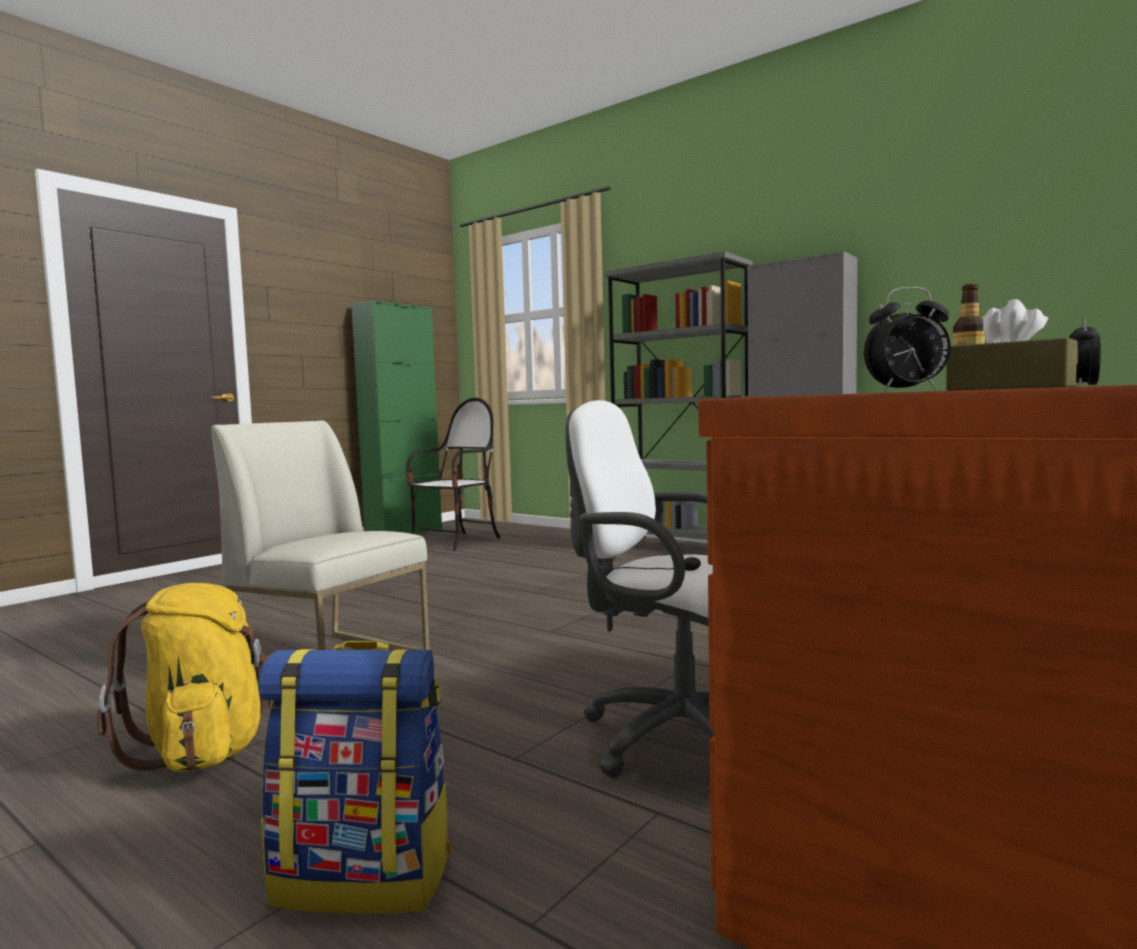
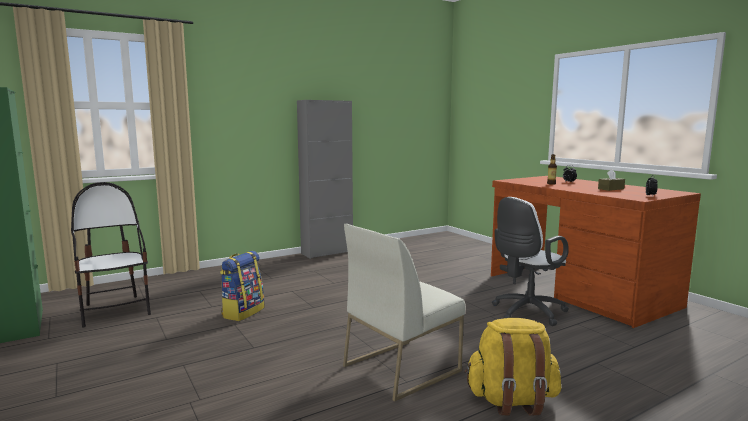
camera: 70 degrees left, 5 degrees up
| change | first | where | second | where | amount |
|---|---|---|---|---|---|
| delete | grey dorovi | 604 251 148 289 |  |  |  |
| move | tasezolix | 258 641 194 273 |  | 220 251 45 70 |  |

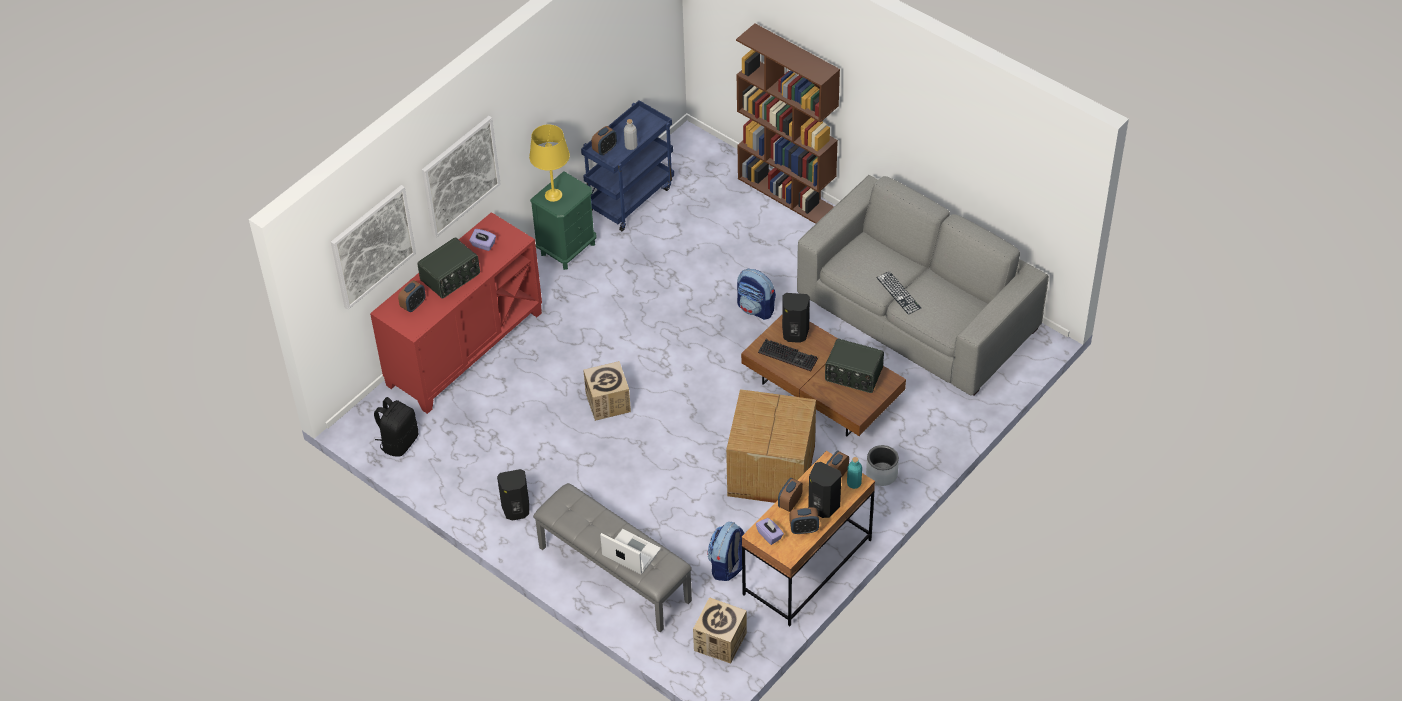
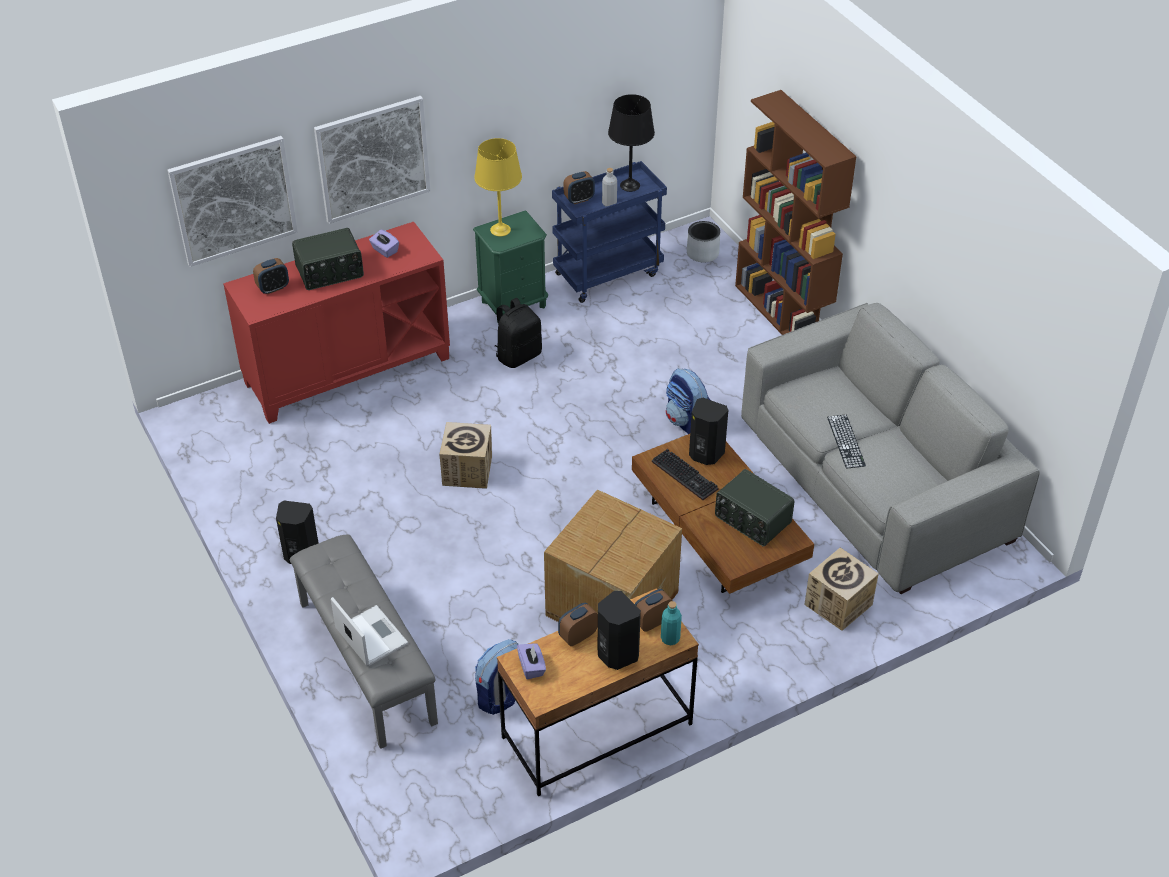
camera: 20 degrees right, 5 degrees down
| change | first | where | second | where | amount |
|---|---|---|---|---|---|
| move | black tasezolix | 374 397 44 60 |  | 495 298 47 70 |  |
| move | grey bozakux | 866 445 33 41 |  | 687 221 33 41 |  |
| delete | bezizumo | 789 507 30 27 |  |  |  |
| move | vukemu | 693 597 54 67 |  | 804 548 75 83 |  |
| insert |  |  | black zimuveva | 608 94 47 98 |  |

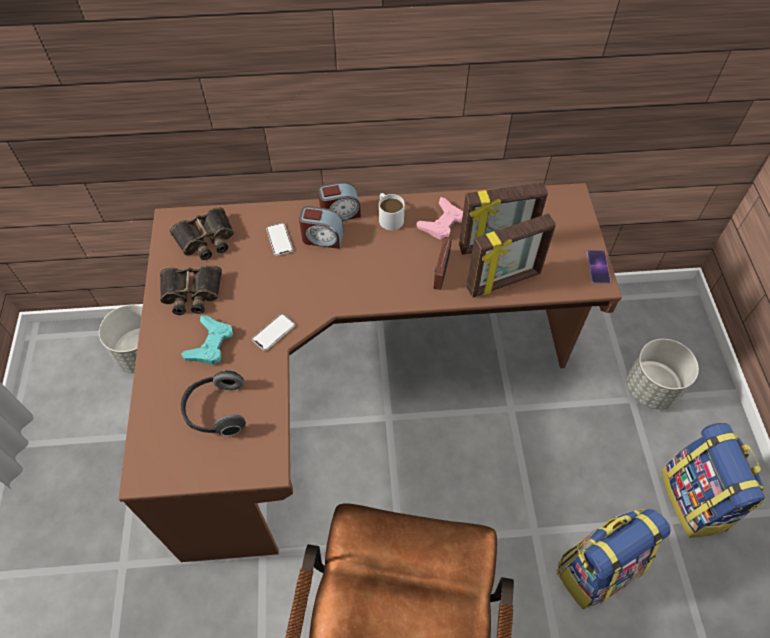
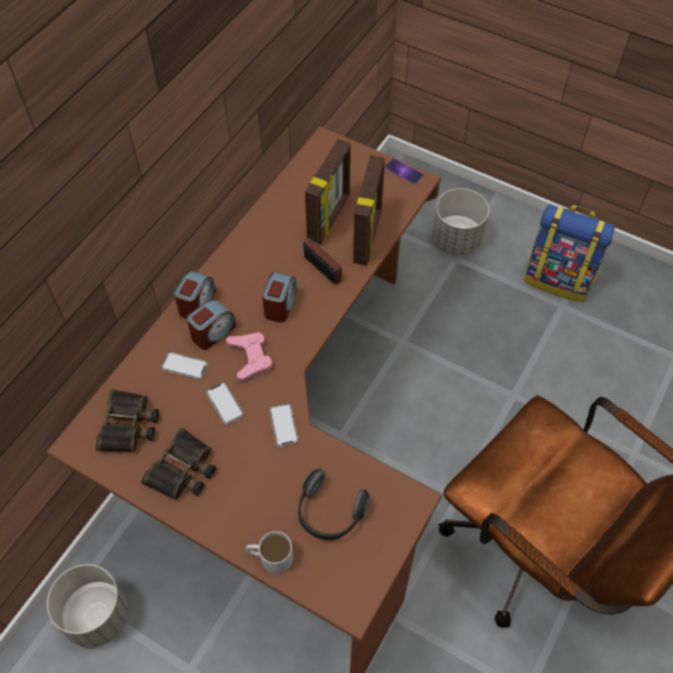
camera: 55 degrees left, 0 degrees up
| change | first | where | second | where | amount |
|---|---|---|---|---|---|
| move | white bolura | 379 193 26 37 |  | 246 531 47 43 |  |
| move | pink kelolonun | 417 197 46 43 |  | 226 332 46 49 |  |
| delete | turquoise kelolonun | 181 315 52 50 |  |  |  |
| delete | tasezolix | 557 509 113 101 |  |  |  |
| insert |  |  | bezizumo | 262 272 35 50 |  |
| insert |  |  | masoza | 206 382 38 42 |  |

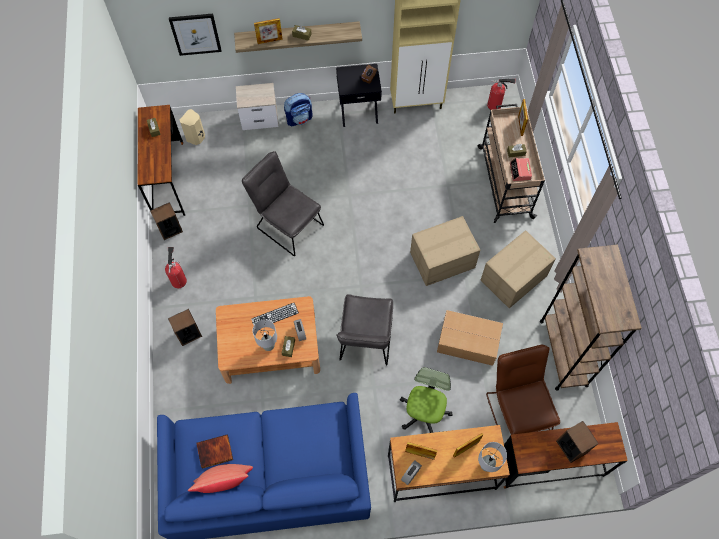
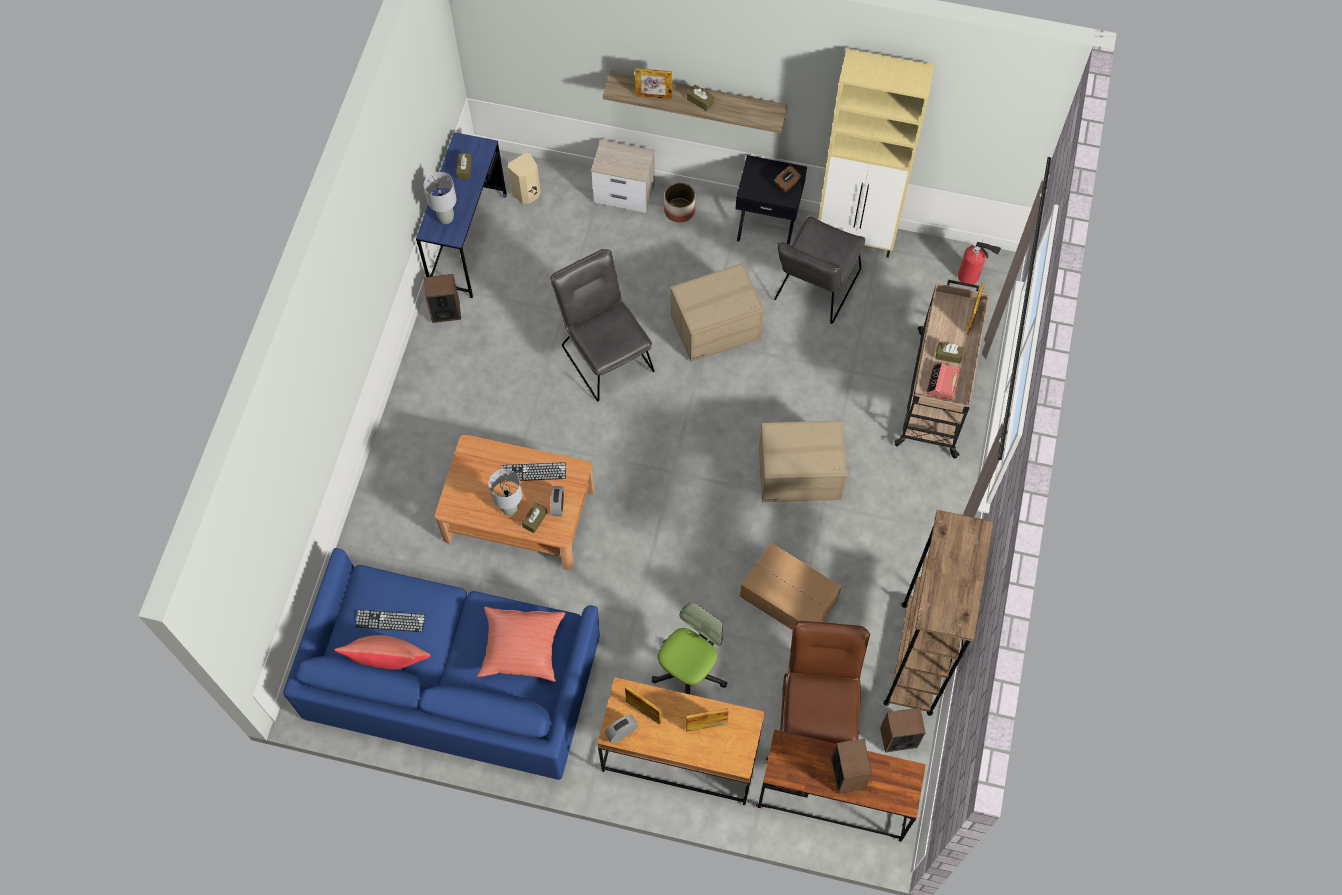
camera: 20 degrees right, 0 degrees up
| change | first | where | second | where | amount |
|---|---|---|---|---|---|
| delete | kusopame | 169 14 53 42 |  |  |  |
| replace | tasezolix | 284 93 29 33 | bozakux | 664 182 31 41 |  |
| recolor | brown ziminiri | 138 105 47 111 | blue ziminiri | 416 132 91 166 |  |
| move | vukemu | 481 230 75 78 |  | 670 263 94 99 |  |
| delete | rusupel | 165 247 22 41 |  |  |  |
| move | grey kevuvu | 336 294 57 71 |  | 774 215 91 109 |  |
| move | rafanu | 168 309 34 37 |  | 880 708 46 44 |  |
| replace | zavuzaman | 196 435 37 34 | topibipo | 355 610 70 22 |  |
| move | grey zimuveva | 478 442 29 30 |  | 424 172 33 52 |  |
| insert |  |  | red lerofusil | 477 606 88 76 |  |

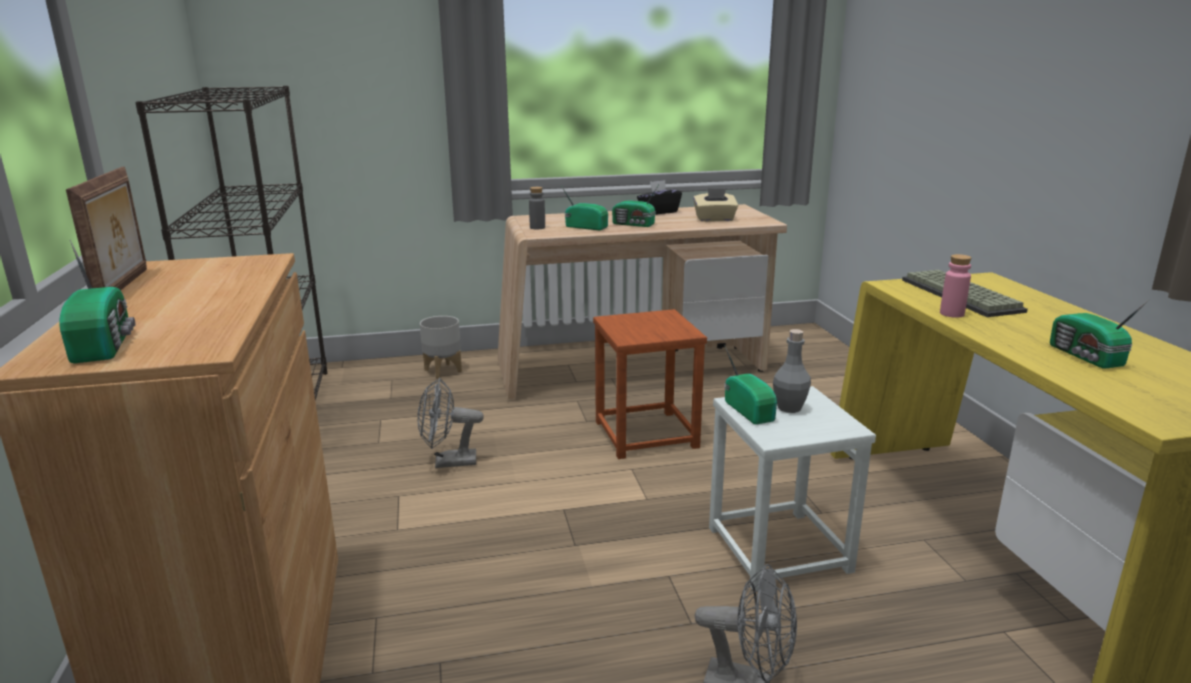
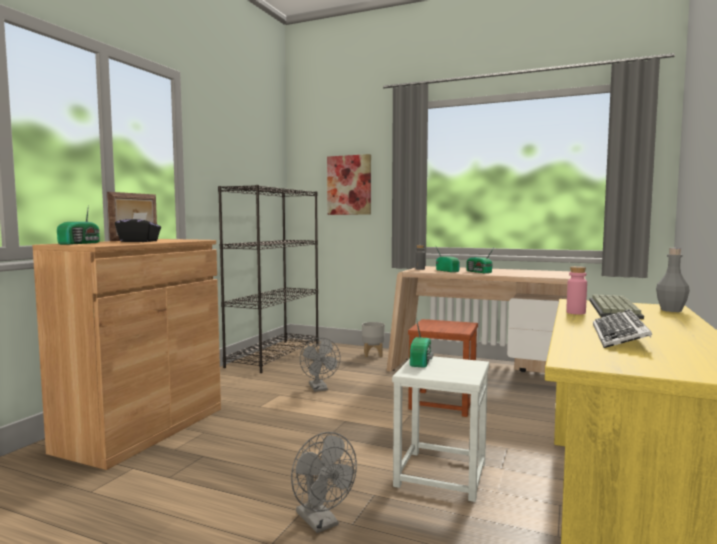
camera: 35 degrees right, 15 degrees down
| change | first | where | second | where | amount |
|---|---|---|---|---|---|
| move | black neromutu | 637 180 45 35 |  | 115 212 46 30 |  |
| delete | beige neromutu | 693 188 45 34 |  |  |  |
| replace | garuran | 1050 300 99 69 | topibipo | 593 309 59 39 |  |
| move | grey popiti | 773 329 38 84 |  | 656 248 34 64 |  |
| rotate | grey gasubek | 417 377 67 91 |  | 300 338 40 54 | 135 degrees counterclockwise |
| insert |  |  | kusopame | 327 154 44 61 |  |

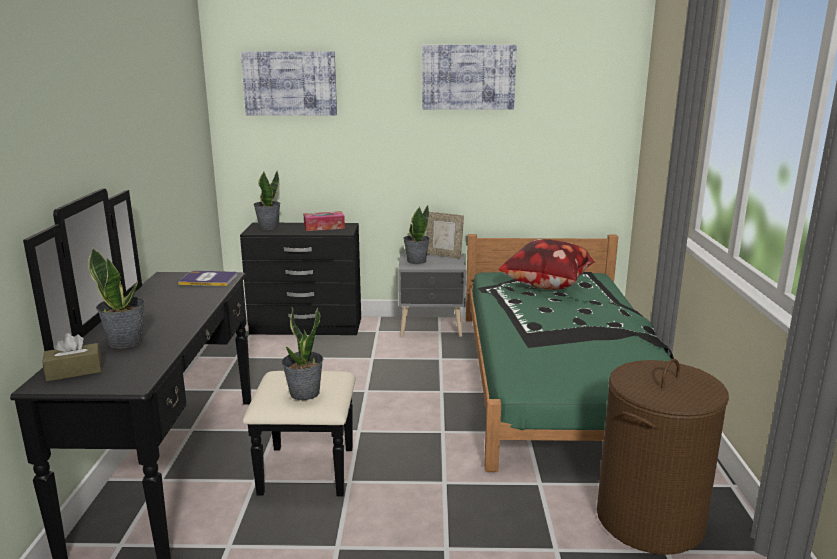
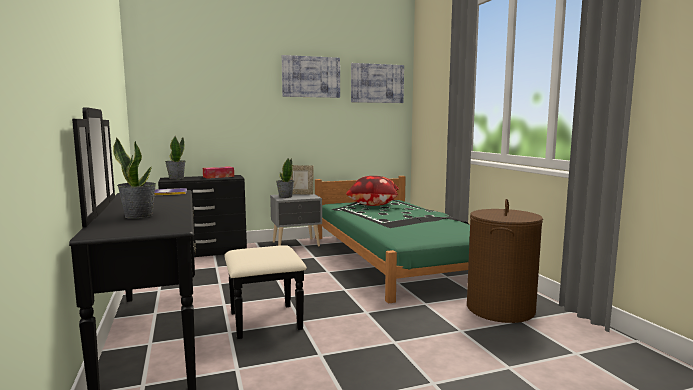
camera: 20 degrees left, 10 degrees down
| change | first | where | second | where | amount |
|---|---|---|---|---|---|
| move | kusopame | 241 51 96 65 |  | 351 63 53 40 |  |
| delete | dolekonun | 282 307 41 93 |  |  |  |
| delete | brown neromutu | 42 333 59 48 |  |  |  |

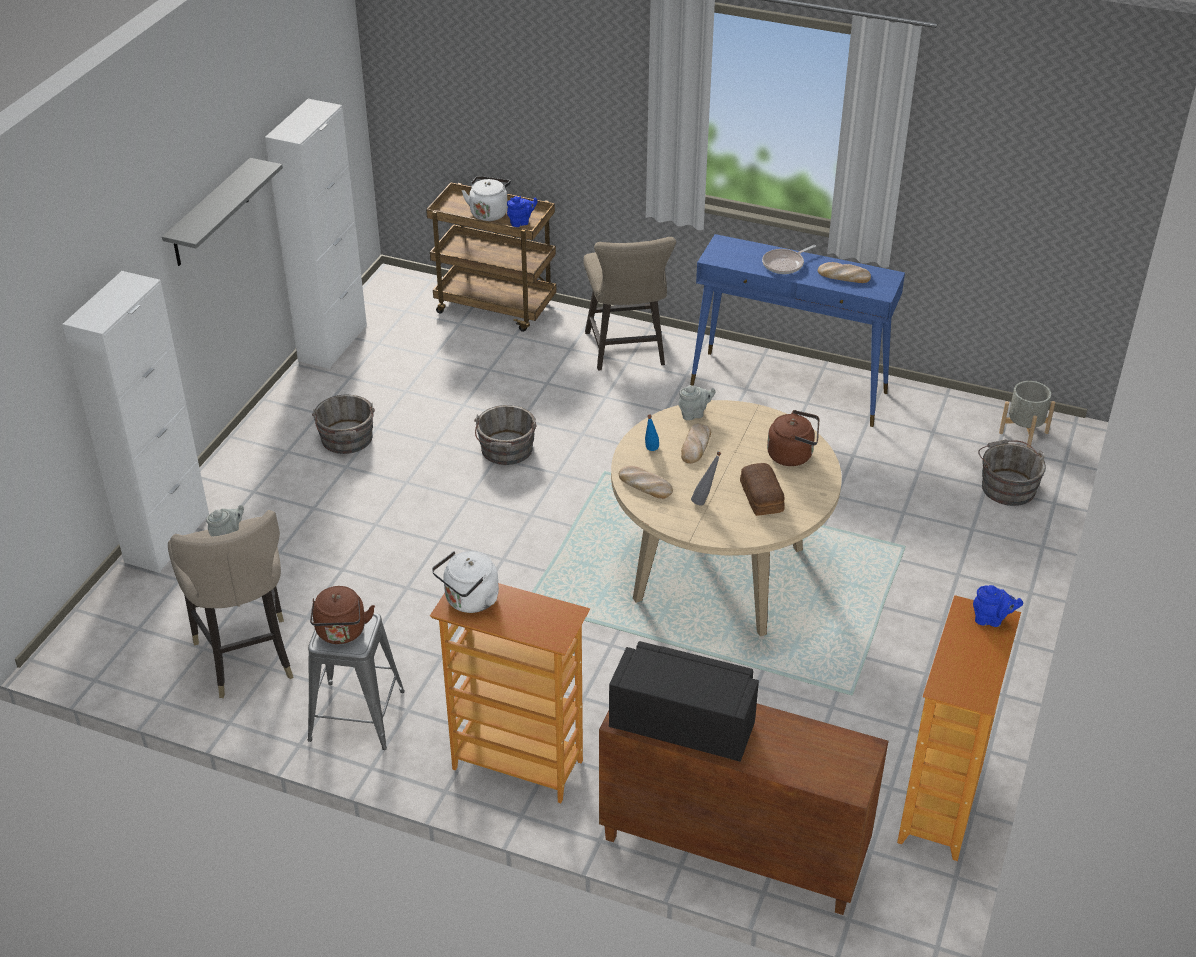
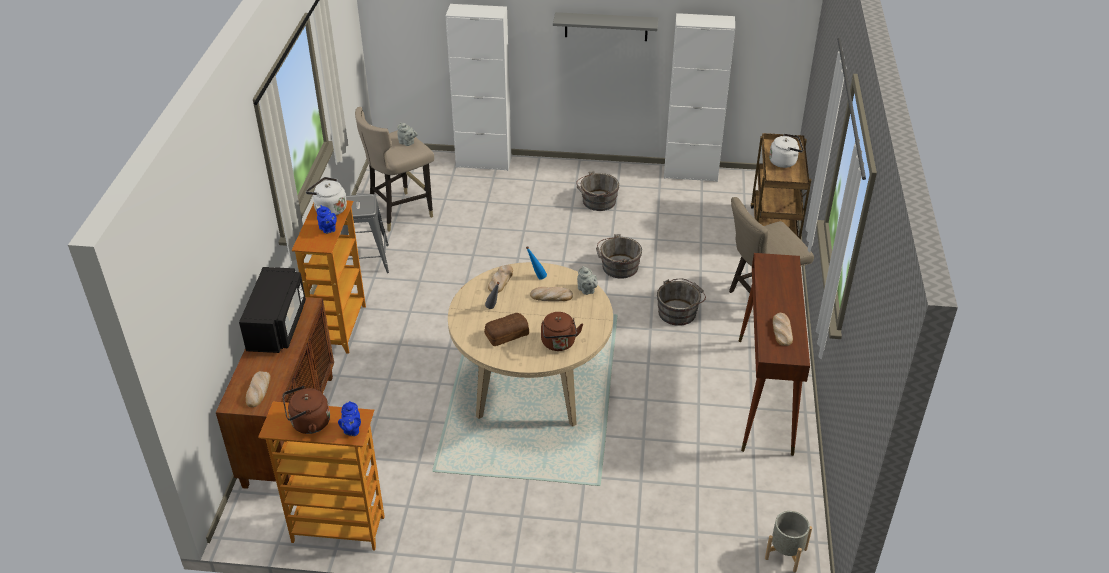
camera: 75 degrees right, 0 degrees up
| change | first | where | second | where | amount |
|---|---|---|---|---|---|
| move | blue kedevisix | 507 196 31 31 |  | 317 205 20 29 |  |
| recolor | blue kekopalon | 690 234 215 193 | brown kekopalon | 739 253 71 203 |  |
| delete | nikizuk | 762 245 54 29 |  |  |  |
| move | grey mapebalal | 978 439 68 67 |  | 657 279 49 47 |  |
| move | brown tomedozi | 310 586 65 58 |  | 282 386 48 48 |  |
| insert |  |  | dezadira | 246 371 25 36 |  |

